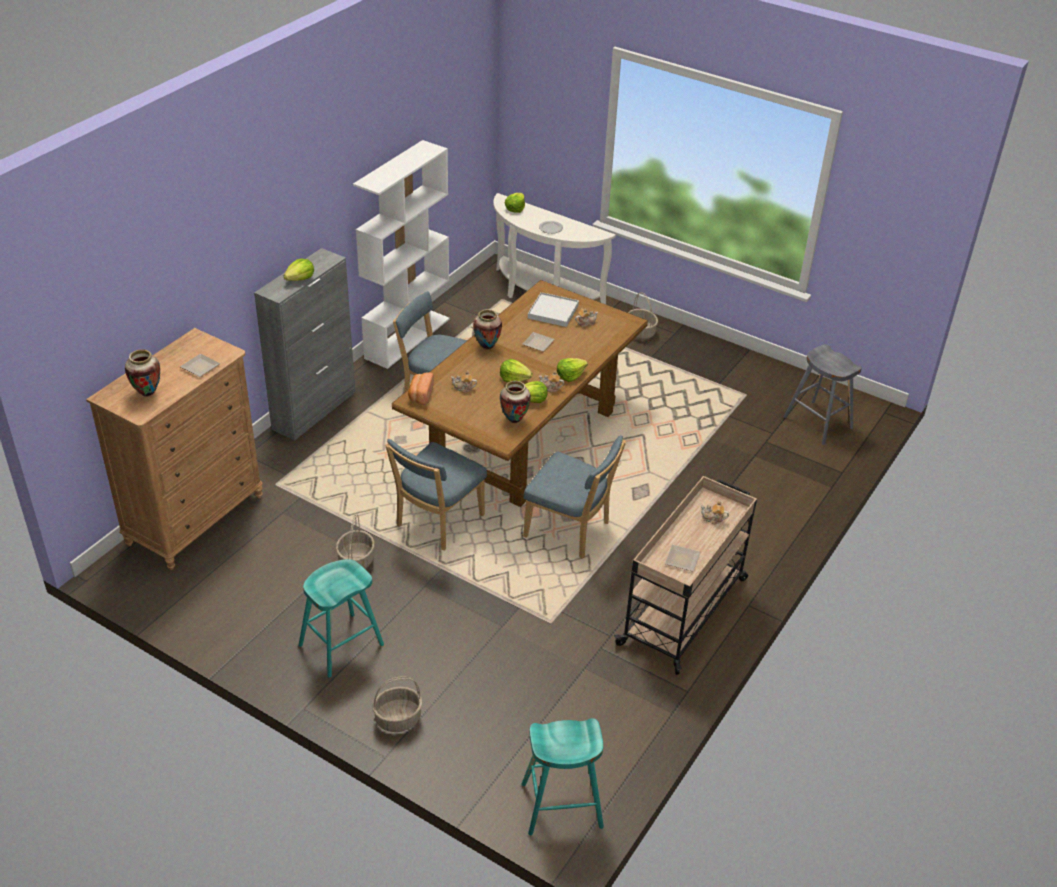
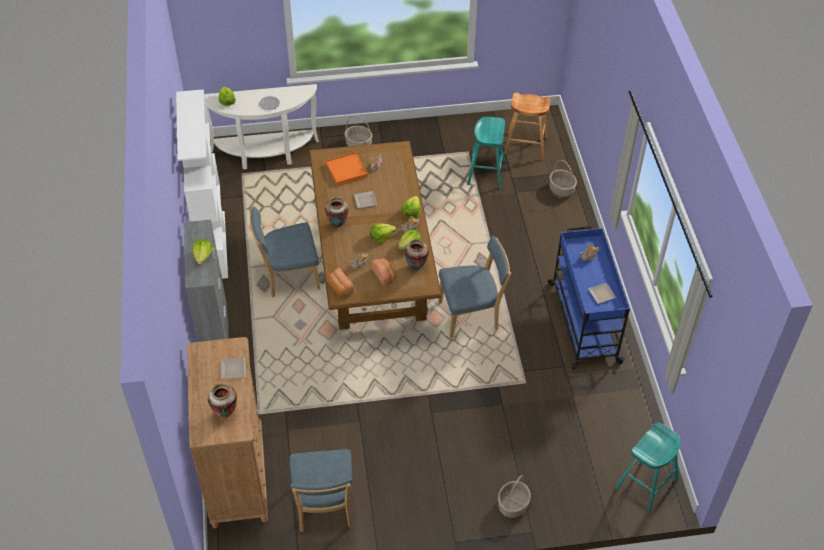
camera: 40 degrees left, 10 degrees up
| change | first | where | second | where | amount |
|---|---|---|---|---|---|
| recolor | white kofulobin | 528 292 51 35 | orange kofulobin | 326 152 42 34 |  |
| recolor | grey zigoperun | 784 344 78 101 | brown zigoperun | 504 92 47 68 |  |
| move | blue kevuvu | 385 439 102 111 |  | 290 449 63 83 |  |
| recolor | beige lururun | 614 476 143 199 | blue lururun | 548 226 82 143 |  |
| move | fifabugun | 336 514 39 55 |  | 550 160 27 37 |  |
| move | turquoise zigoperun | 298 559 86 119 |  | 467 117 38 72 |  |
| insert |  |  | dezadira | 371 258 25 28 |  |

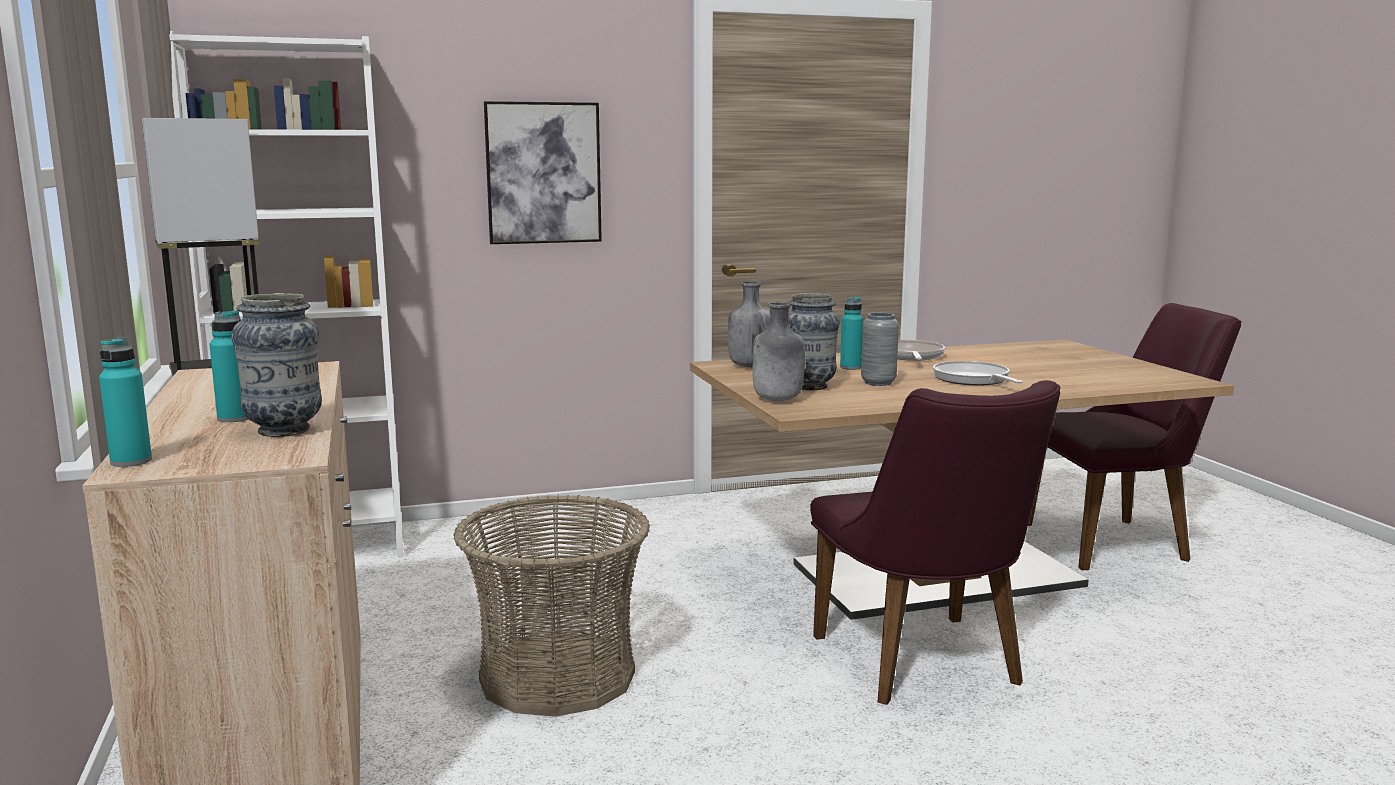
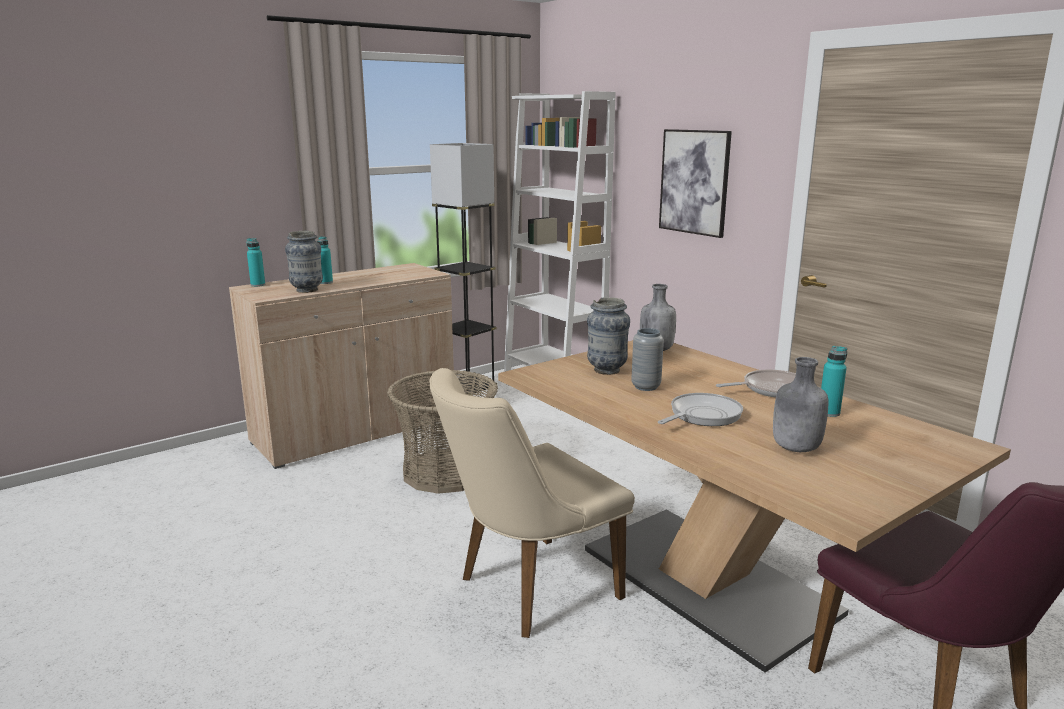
camera: 70 degrees right, 5 degrees up
| change | first | where | second | where | amount |
|---|---|---|---|---|---|
| move | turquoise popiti | 840 297 23 73 |  | 821 346 26 71 |  |
| move | grey popiti | 752 302 53 99 |  | 773 357 55 95 |  |
| recolor | purple kevuvu | 810 380 250 325 | beige kevuvu | 429 368 206 270 |  |

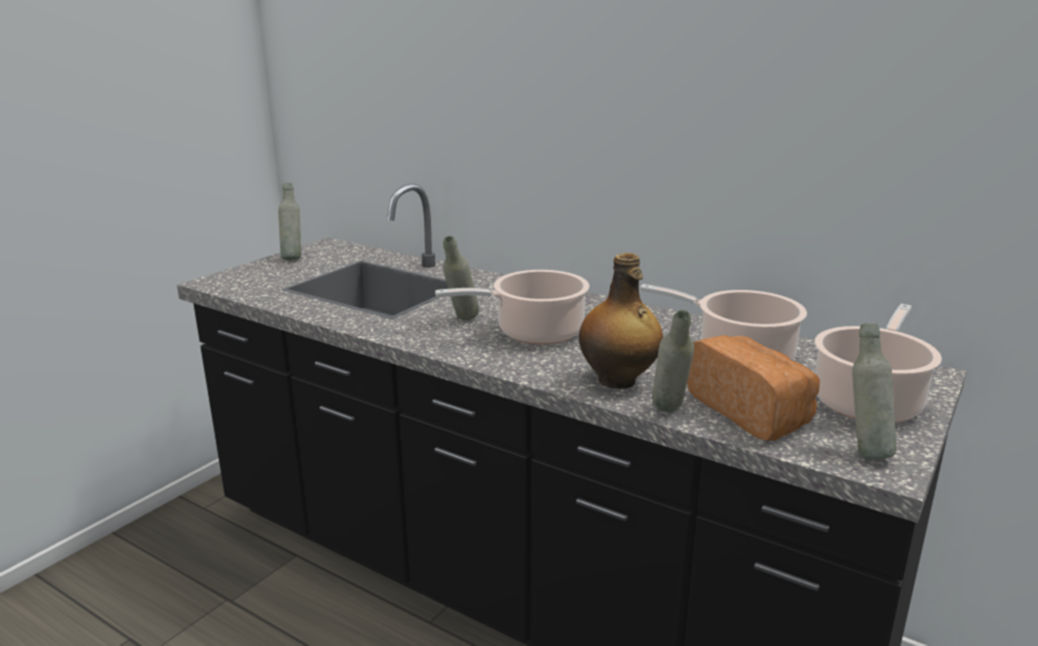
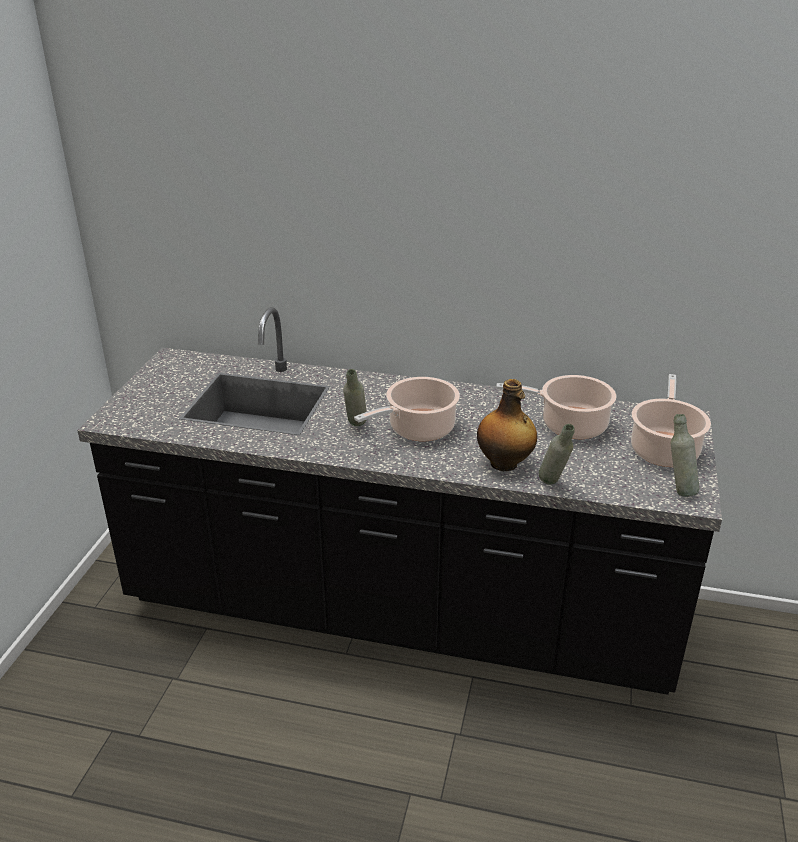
camera: 20 degrees left, 10 degrees up
| change | first | where | second | where | amount |
|---|---|---|---|---|---|
| delete | grey popiti | 278 183 23 77 |  |  |  |
| delete | dezadira | 687 335 133 106 |  |  |  |

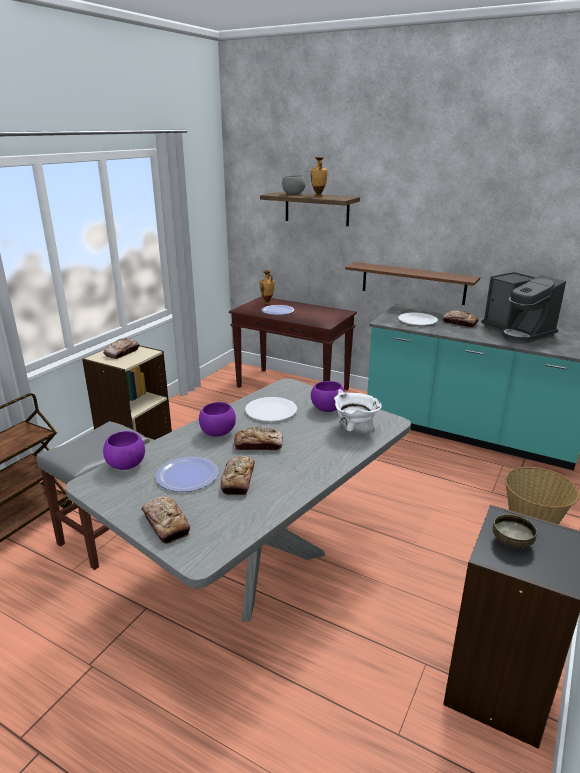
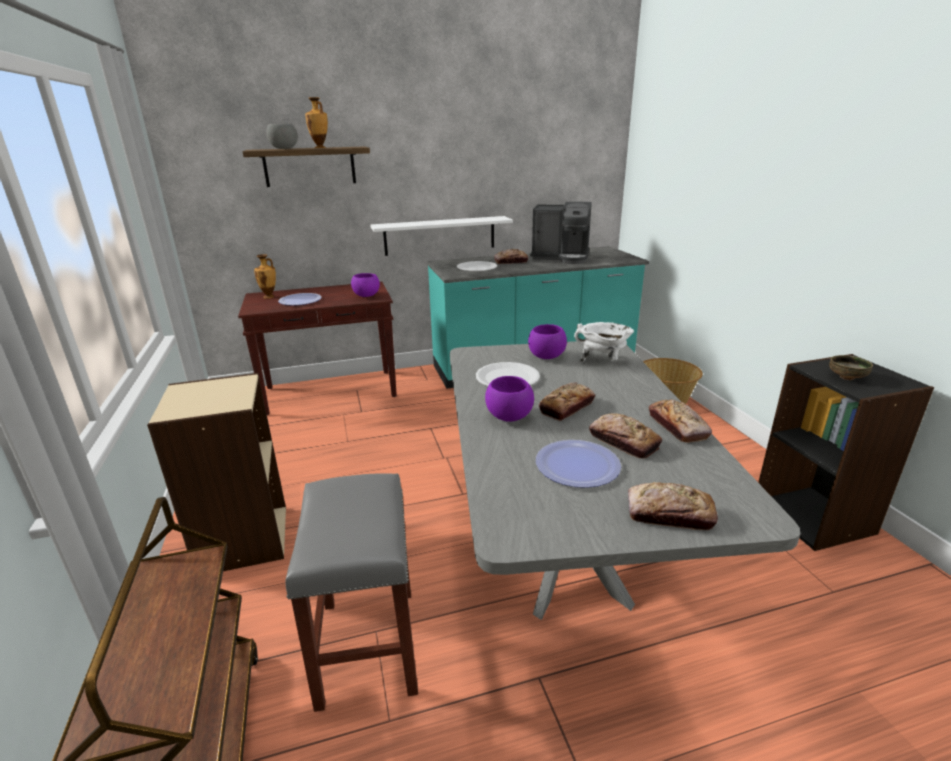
camera: 45 degrees left, 0 degrees up
| change | first | where | second | where | amount |
|---|---|---|---|---|---|
| recolor | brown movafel | 345 262 135 43 | white movafel | 370 216 143 40 |  |
| move | dezadira | 103 338 36 21 |  | 649 400 63 43 |  |
| move | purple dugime | 103 431 42 39 |  | 351 273 29 24 |  |

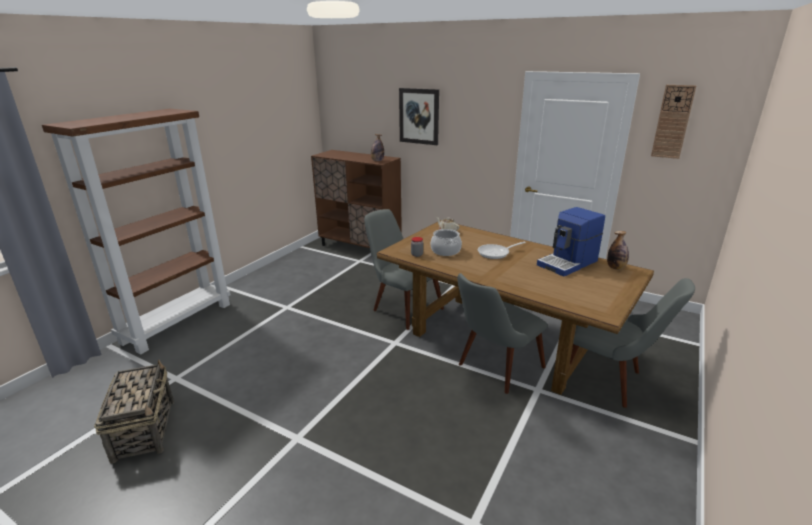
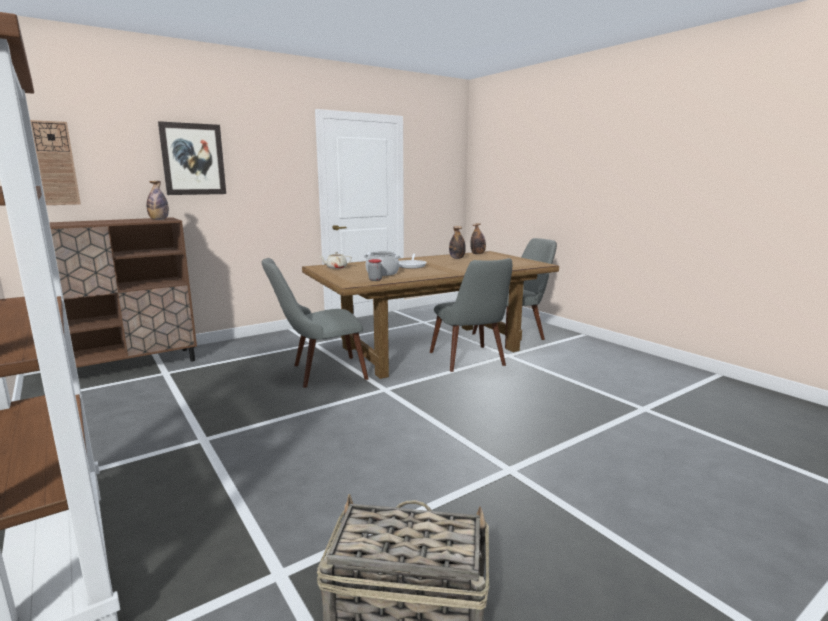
camera: 65 degrees left, 10 degrees down
| change | first | where | second | where | amount |
|---|---|---|---|---|---|
| move | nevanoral | 651 85 46 74 |  | 30 120 51 85 |  |
| replace | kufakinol | 537 207 68 70 | popiti | 449 226 17 33 |  |

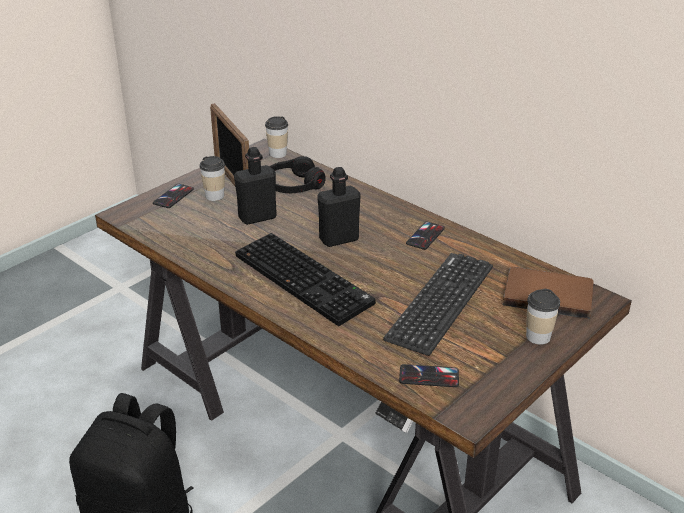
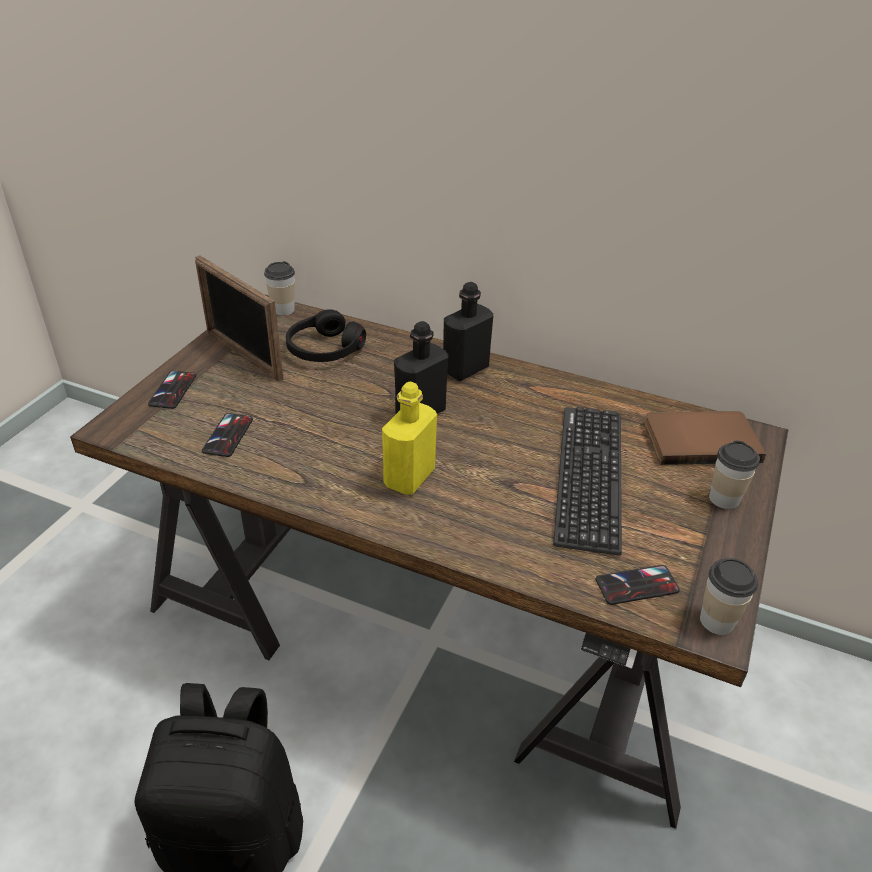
camera: 20 degrees left, 5 degrees up
| change | first | where | second | where | amount |
|---|---|---|---|---|---|
| move | black popiti | 234 147 43 78 |  | 443 282 50 99 |  |
| move | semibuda | 199 156 26 45 |  | 700 558 58 77 |  |
| move | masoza | 406 222 39 28 |  | 202 413 51 44 |  |
| replace | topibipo | 235 233 141 93 | yellow popiti | 382 381 55 114 |  |

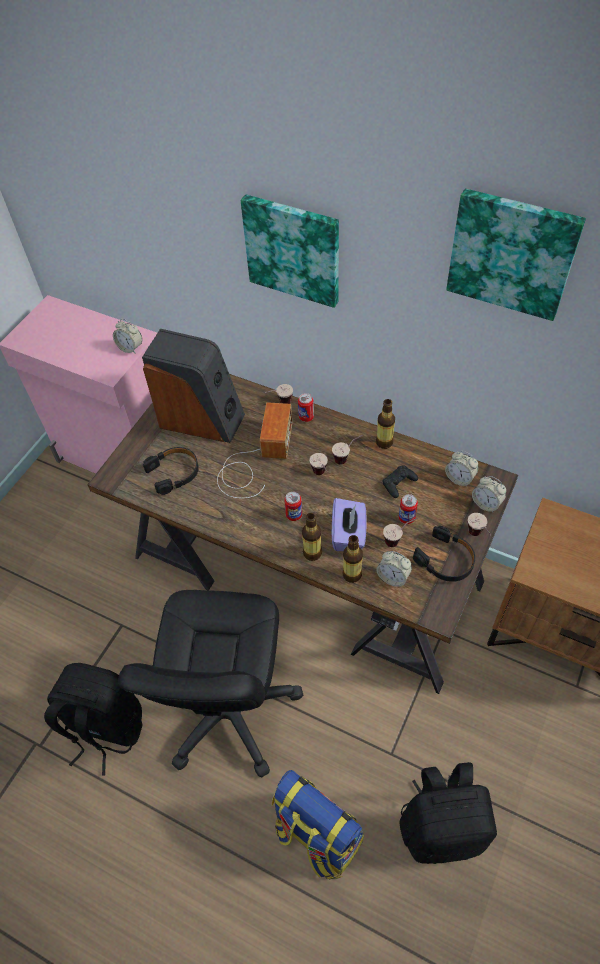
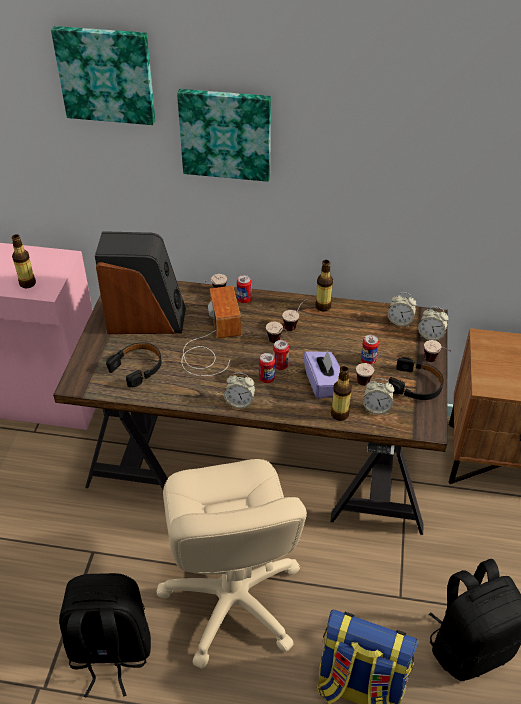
camera: 20 degrees left, 10 degrees down
| change | first | where | second | where | amount |
|---|---|---|---|---|---|
| move | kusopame | 446 189 140 132 |  | 51 26 104 99 |  |
| move | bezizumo | 113 319 29 35 |  | 224 373 31 36 |  |
| delete | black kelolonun | 382 465 36 33 |  |  |  |
| move | popiti | 302 513 20 48 |  | 12 234 24 54 |  |
| recolor | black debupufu | 118 590 185 188 | beige debupufu | 156 459 151 210 |  |
| insert |  |  | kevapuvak | 273 340 16 30 |  |

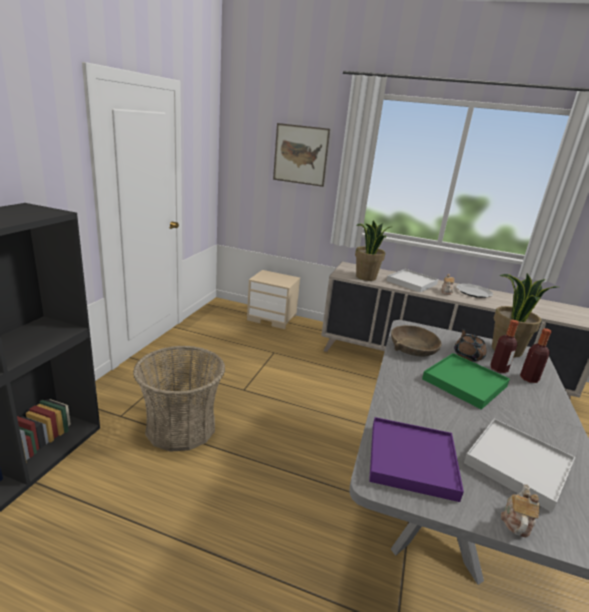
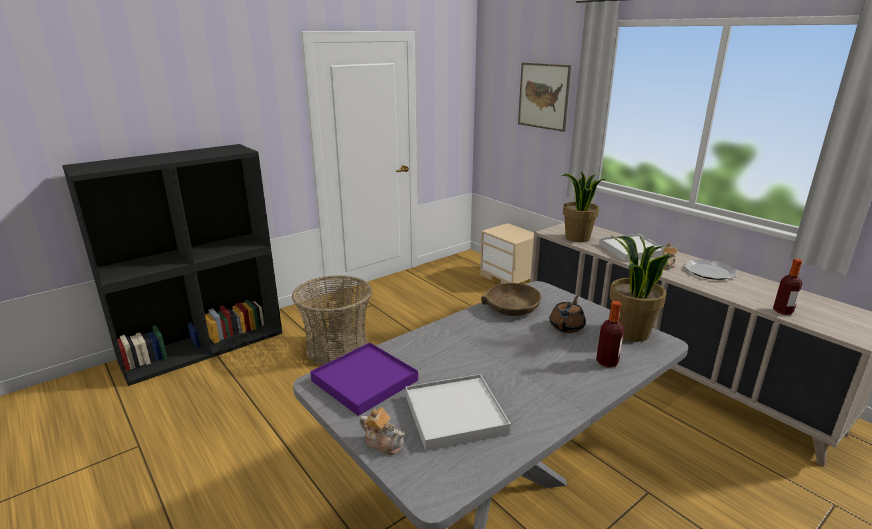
camera: 35 degrees right, 0 degrees up
| change | first | where | second | where | amount |
|---|---|---|---|---|---|
| move | popiti | 490 320 29 53 |  | 773 259 29 56 |  |
| delete | green kofulobin | 422 353 88 57 |  |  |  |
| rotate | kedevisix | 501 484 39 53 |  | 359 407 46 48 | 60 degrees clockwise |

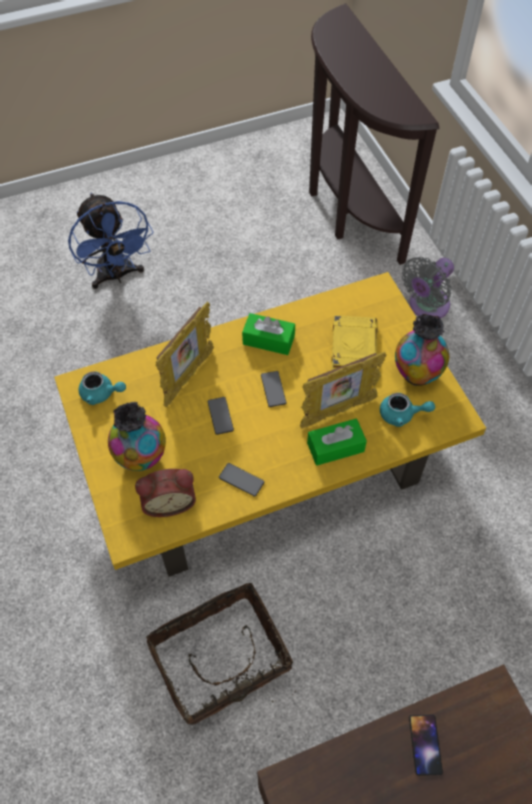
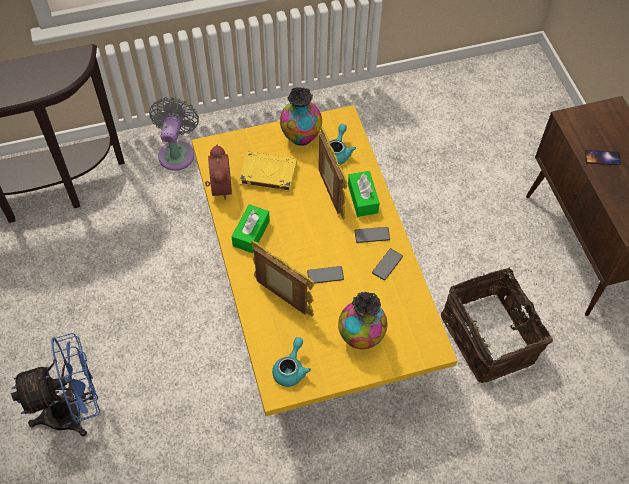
camera: 85 degrees left, 0 degrees up
| change | first | where | second | where | amount |
|---|---|---|---|---|---|
| rotate | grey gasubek | 402 257 52 61 |  | 149 97 50 74 | 135 degrees counterclockwise |
| move | masoza | 261 371 25 36 |  | 355 227 35 16 |  |
| move | bezizumo | 135 469 61 48 |  | 205 145 27 55 |  |

